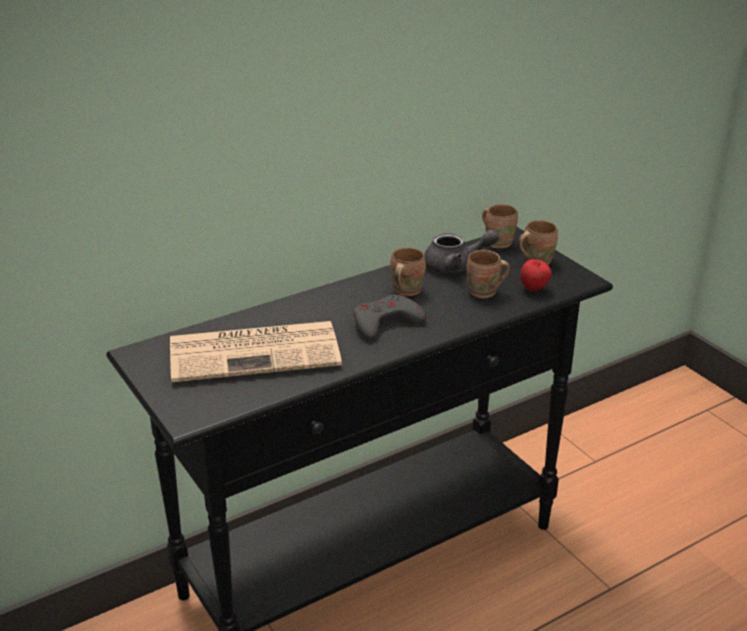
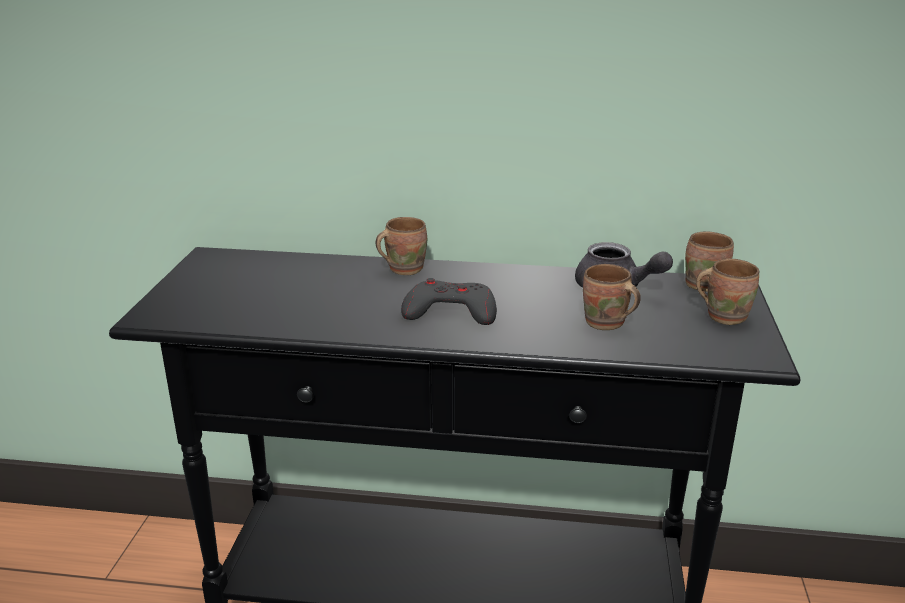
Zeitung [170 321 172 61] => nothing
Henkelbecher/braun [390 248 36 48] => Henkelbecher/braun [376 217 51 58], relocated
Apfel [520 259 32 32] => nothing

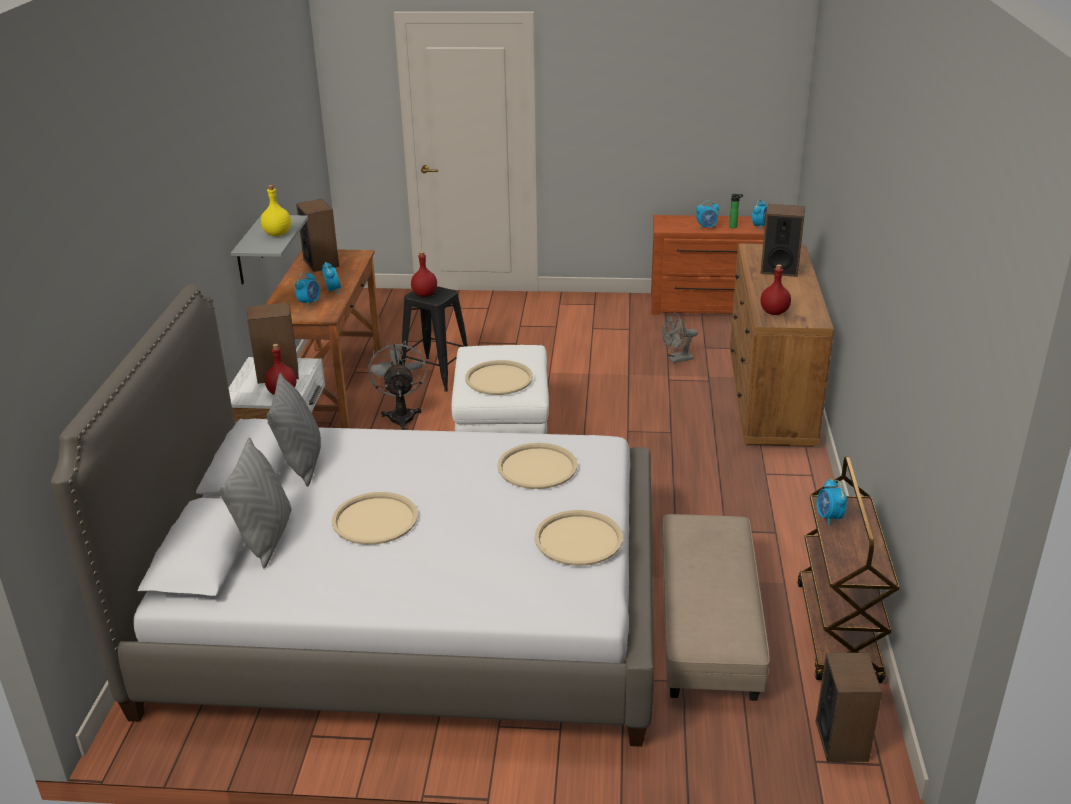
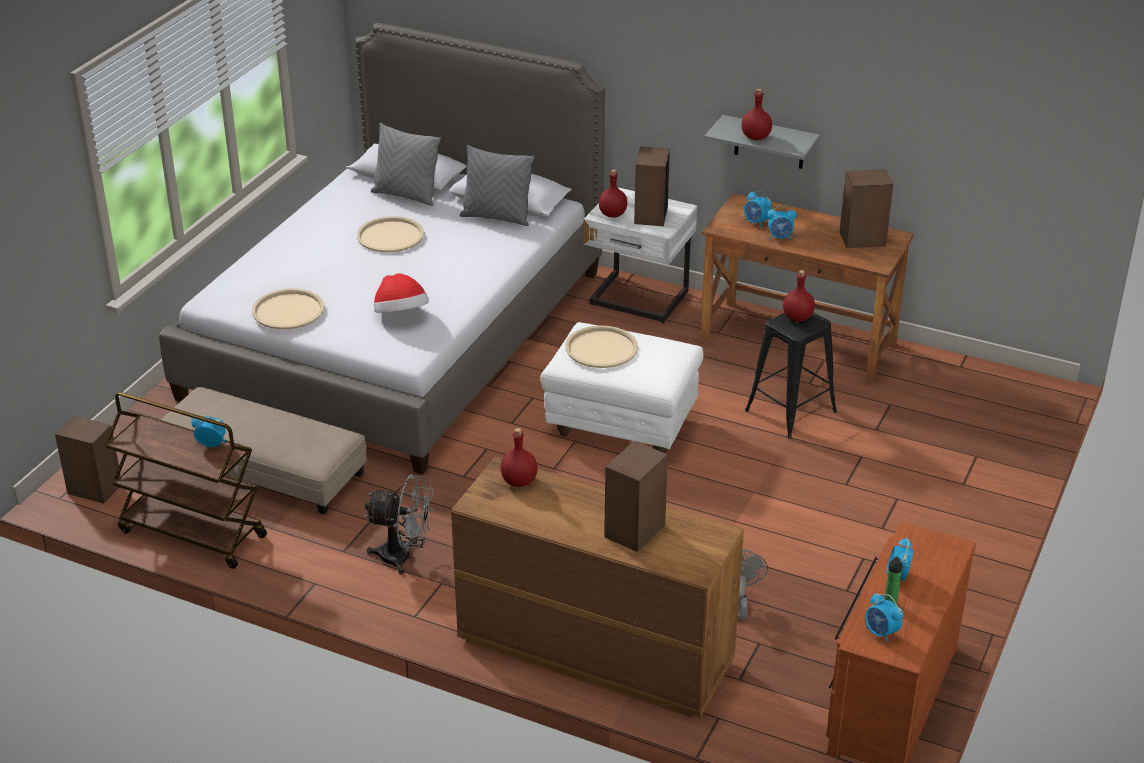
Flasche/gelb [261 185 30 51] => Flasche/rot [742 89 30 51]
Ventilator/grau [368 340 59 90] => Ventilator/grau [365 474 69 100], relocated
Tablett/beige [497 443 80 46] => Hut [374 273 55 40]

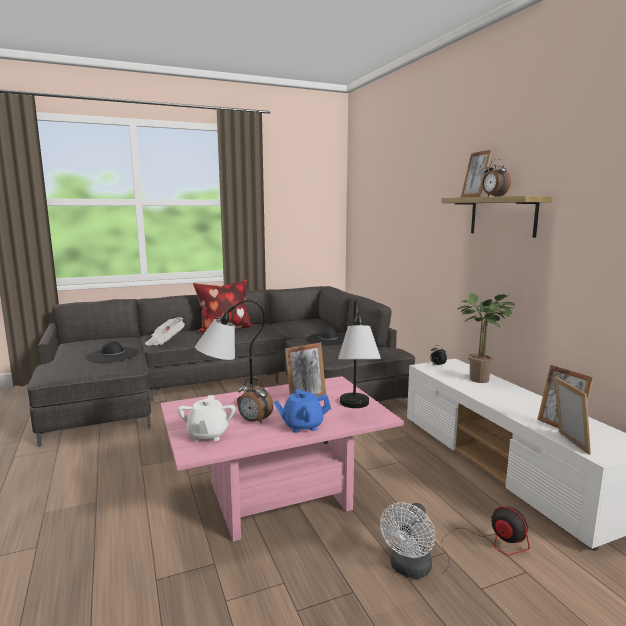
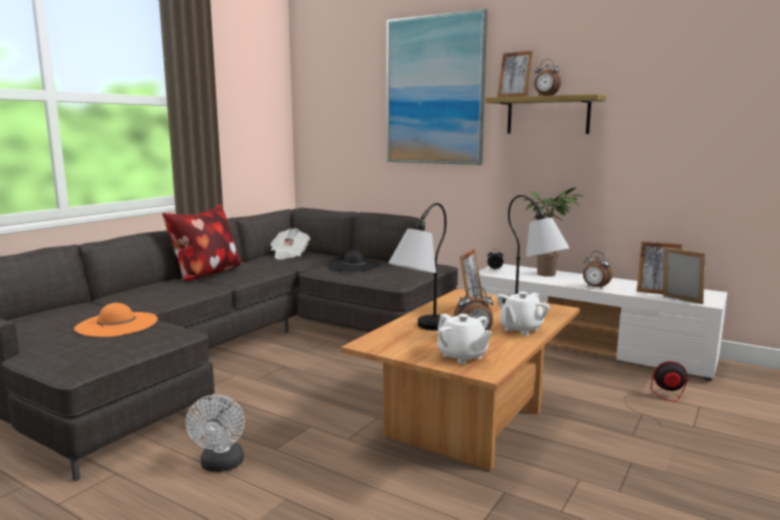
Hut/schwarz [85 341 54 22] => Hut/orange [74 303 84 34]
Zeitung [145 317 40 28] => Zeitung [270 228 40 31], relocated
Couchtisch/rosa [161 376 243 166] => Couchtisch/braun [341 289 239 182]
Teekanne/blau [273 389 58 44] => Teekanne/weiß [497 292 53 43]
Ventilator/weiß [380 502 55 77] => Ventilator/weiß [186 395 59 77], relocated
nothing => Bild [387 8 100 157]
nothing => Wecker [583 251 30 38]

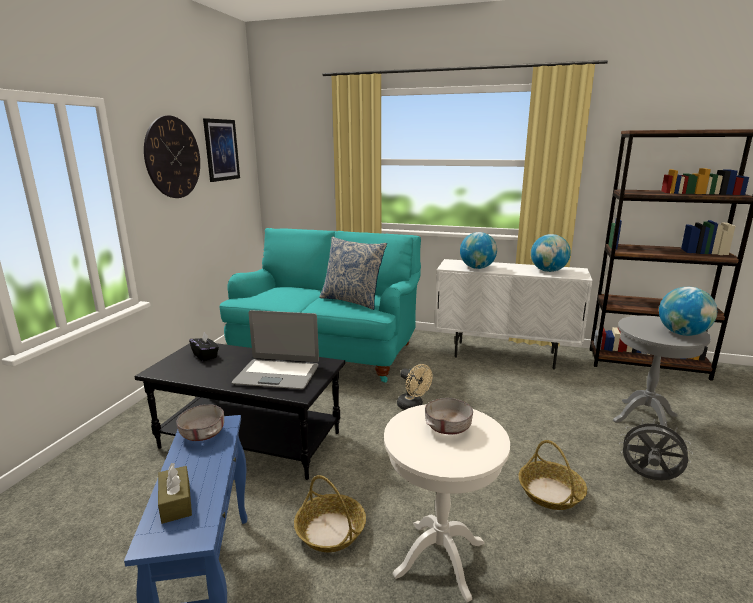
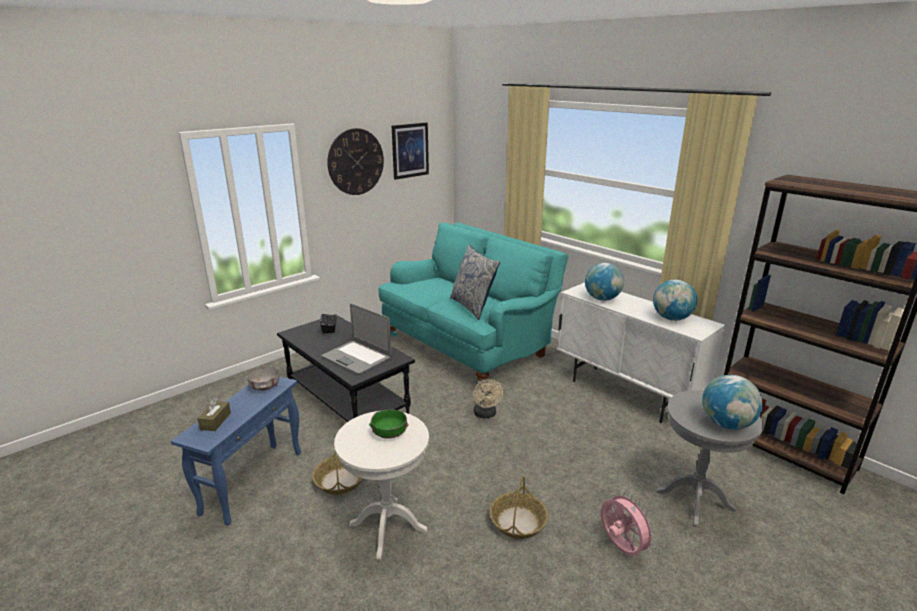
Schüssel/grau [425 398 48 37] => Schüssel/grün [369 410 40 28]
Ventilator/grau [619 419 74 61] => Ventilator/rosa [601 491 56 65]

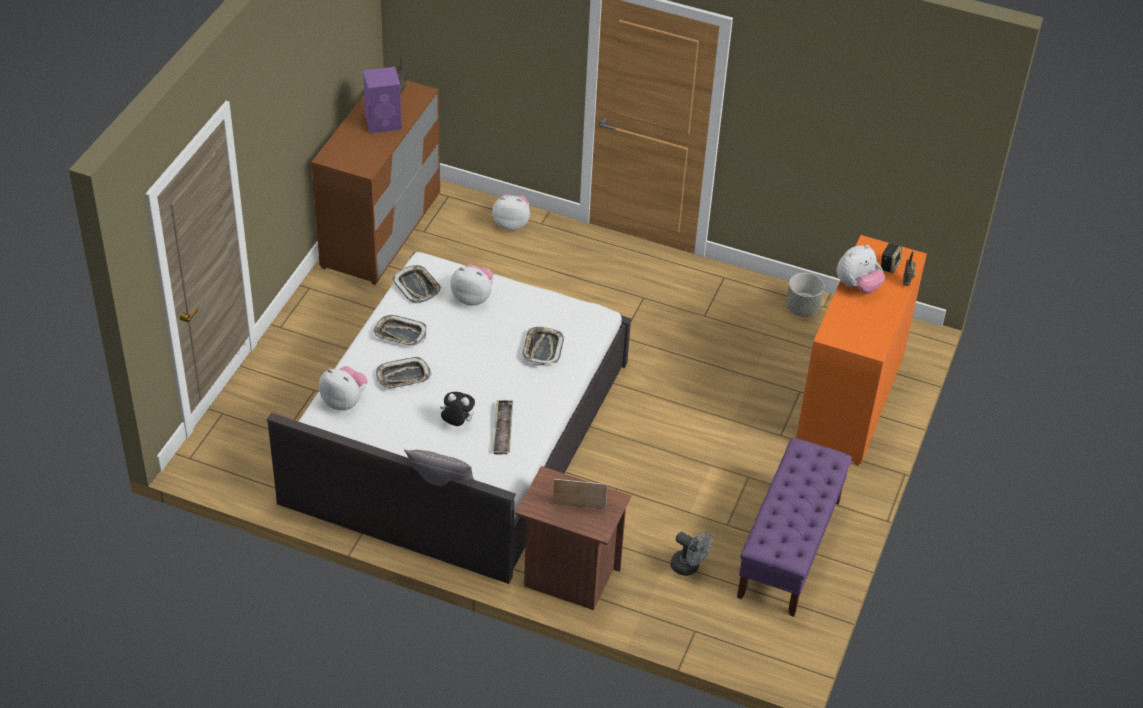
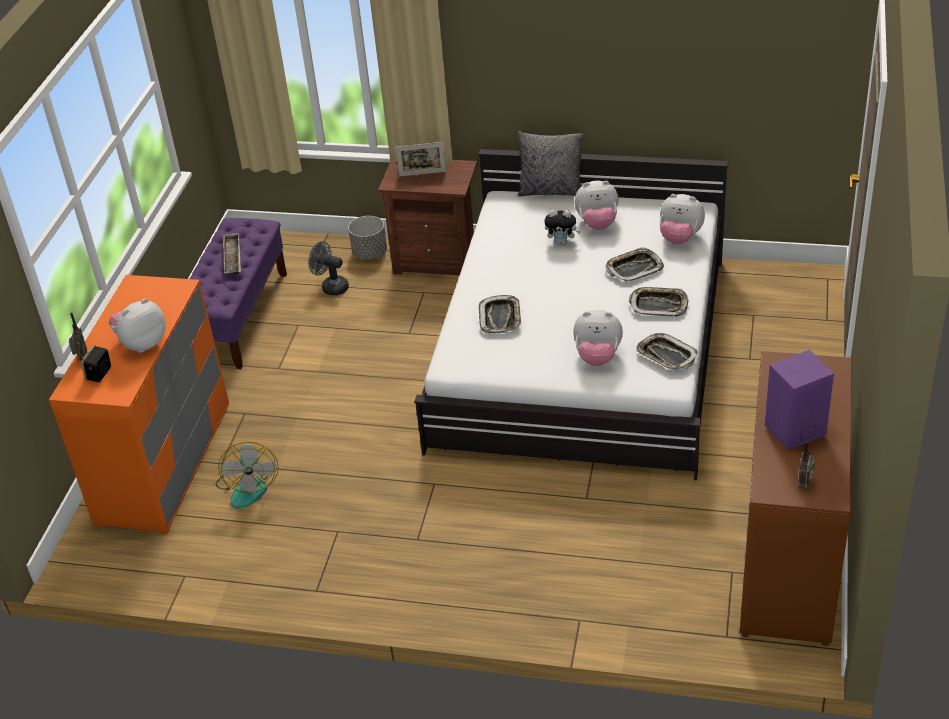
Plüschtier [492 194 38 37] => Plüschtier [575 181 43 49], relocated
Tablett [493 400 20 54] => Tablett [223 233 18 41], relocated
Pflanzkübel/grau [786 273 38 44] => Pflanzkübel/grau [348 216 39 44], relocated
nothing => Ventilator [216 442 62 67]

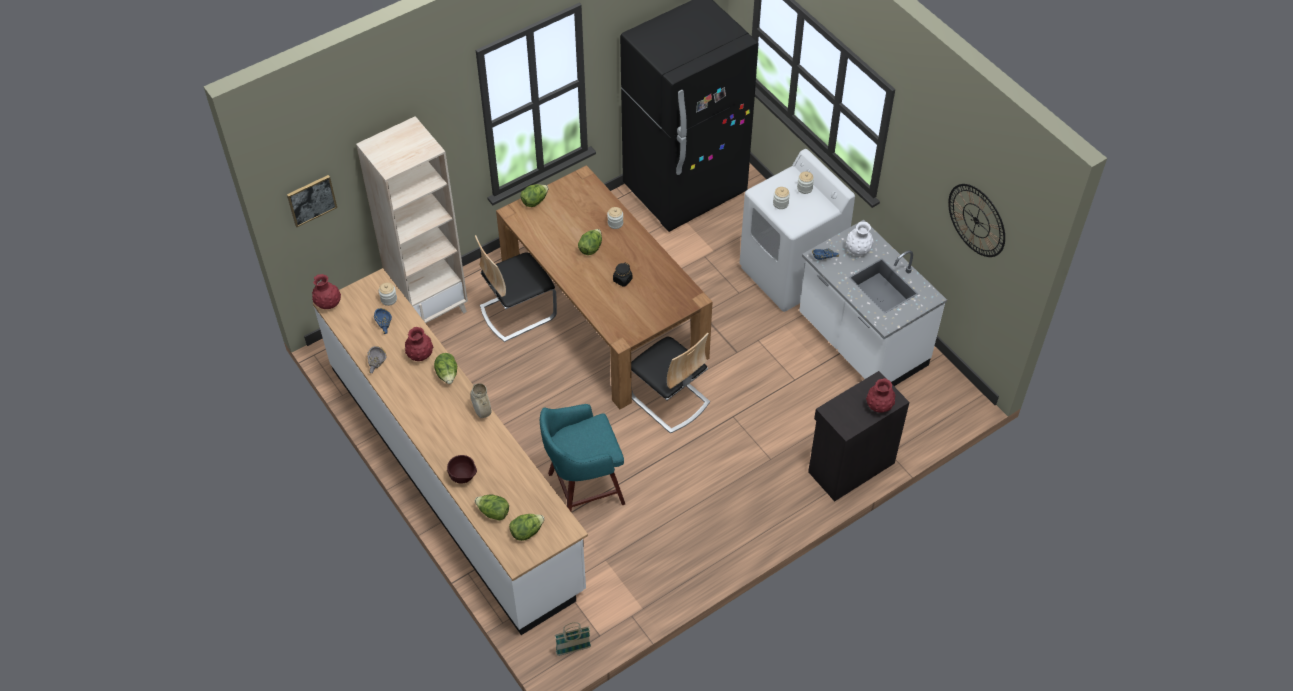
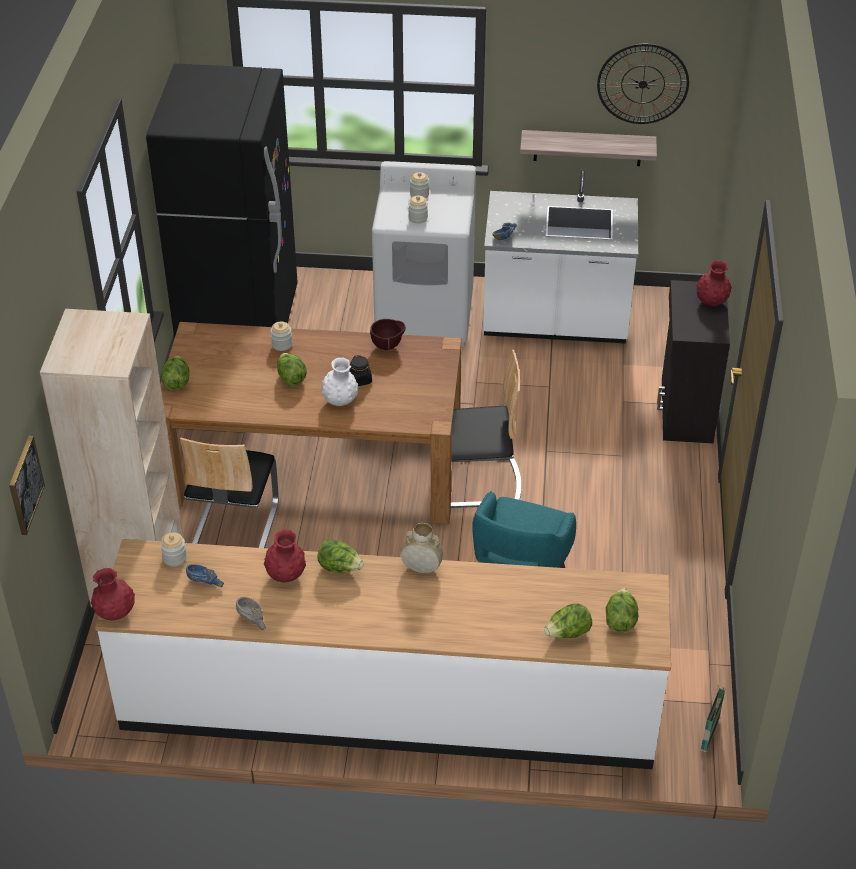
Schüssel/braun [447 455 30 29] => Schüssel/braun [370 319 36 31], relocated
Vase/weiß [846 222 28 33] => Vase/weiß [322 358 36 48], relocated
nothing => Wandregal [520 130 137 36]

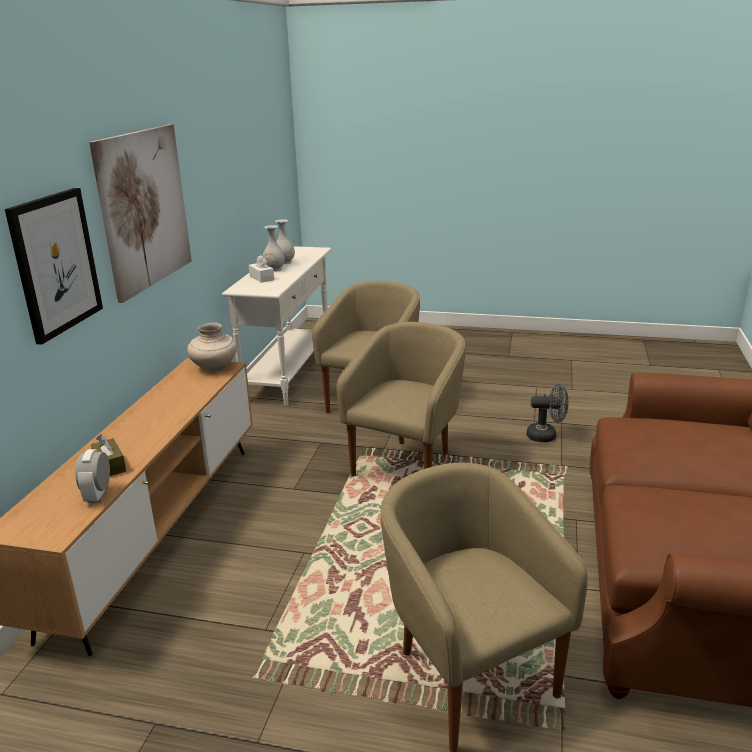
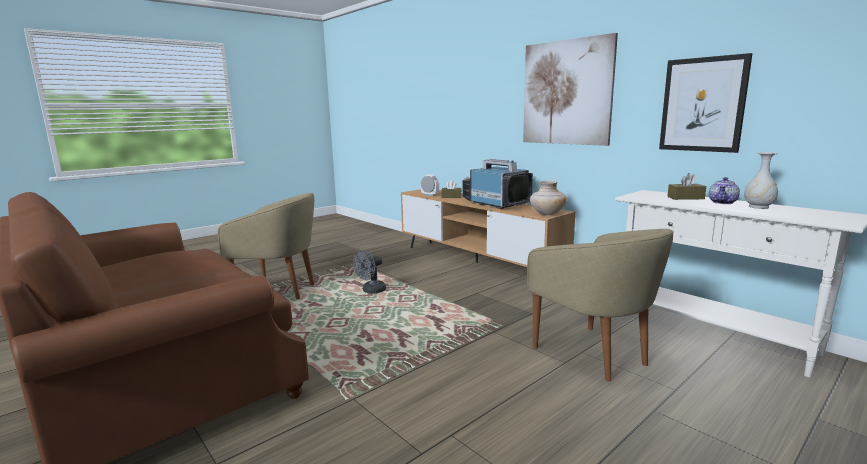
Bild [5 188 98 157] => Bild [659 53 94 100], relocated
Taschentuchbox/weiß [249 255 25 28] => Taschentuchbox/braun [667 173 39 27]
Vase/weiß [263 225 22 46] => Teekanne [709 177 31 27]
Sessel/beige [336 322 129 155] => nothing
Ventilator/grau [527 384 42 58] => Ventilator/grau [353 250 33 44], relocated
nothing => Fernseher [462 159 71 50]

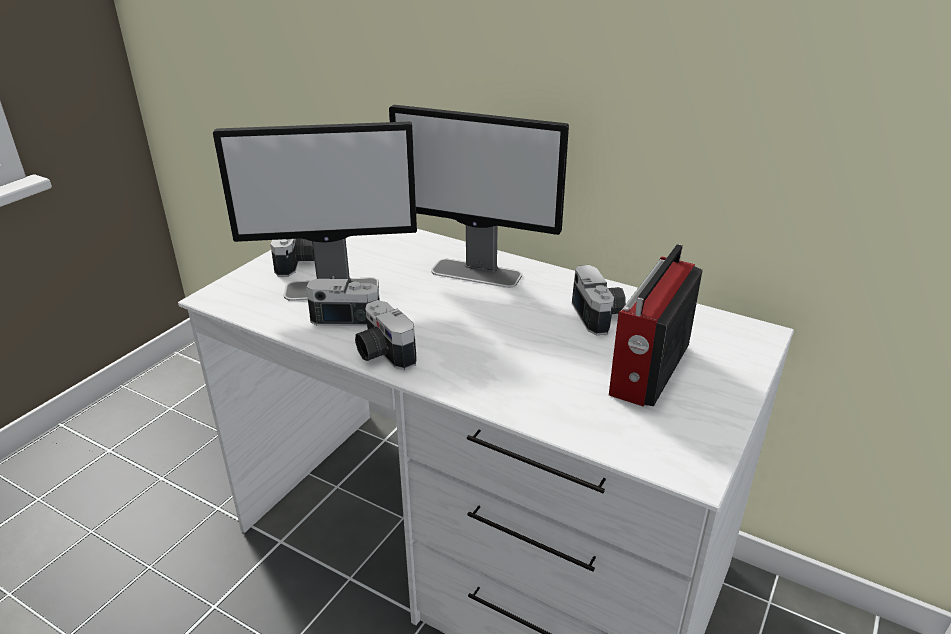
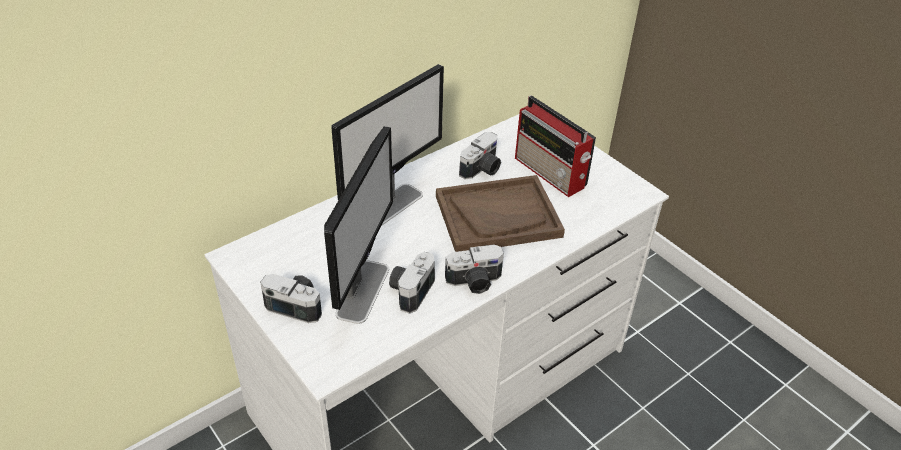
Kamera [572 265 54 70] => Kamera [459 132 42 48], 120 degrees clockwise
nothing => Tablett/braun [436 175 129 77]

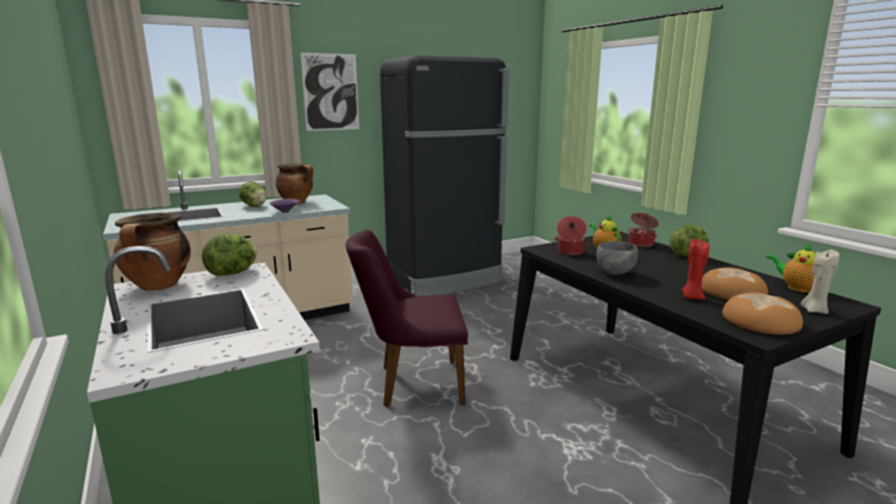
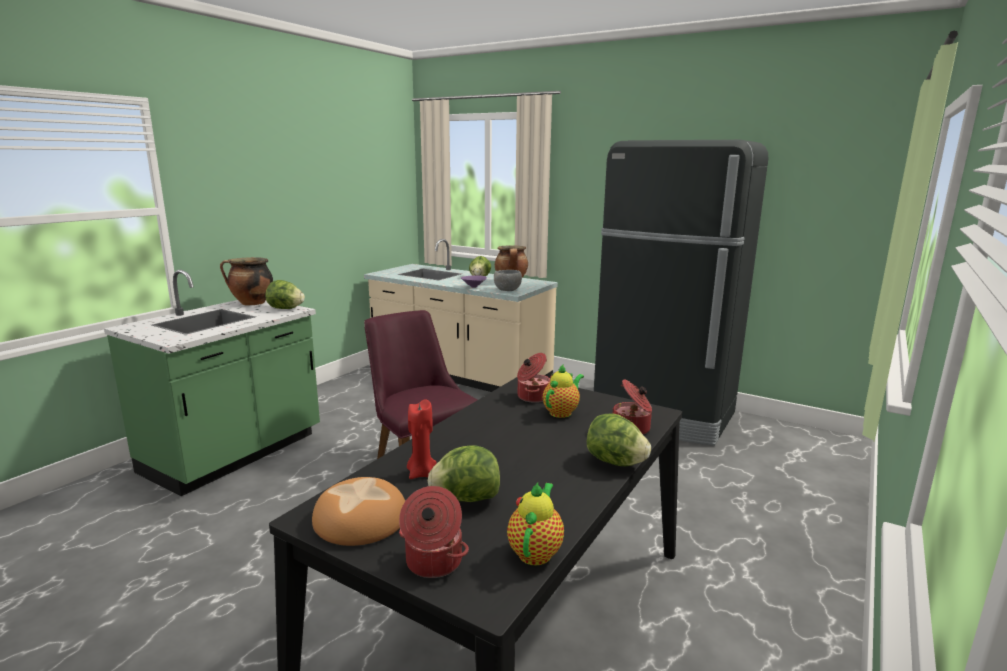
Bild [301 53 58 78] => nothing
Schüssel/grau [596 241 42 34] => Schüssel/grau [494 270 28 21], relocated
Brot [701 267 67 33] => Salatkopf [428 445 72 57]
Kerze/beige [801 250 39 64] => Kochtopf [399 486 70 92]

